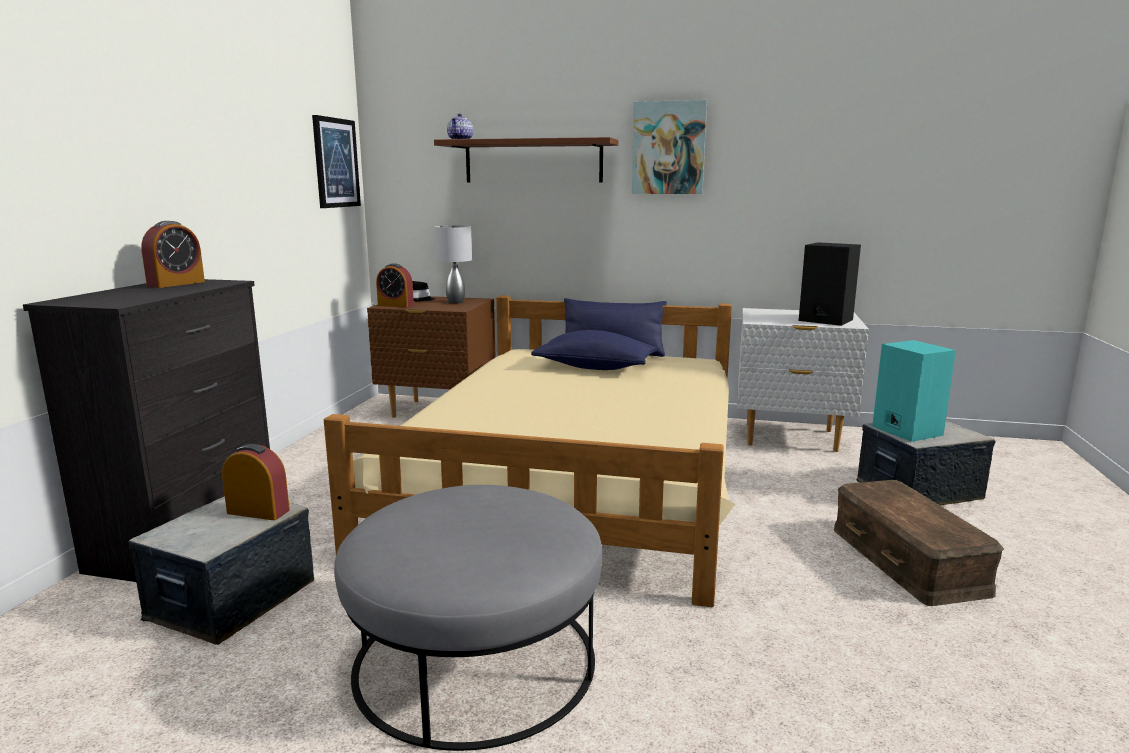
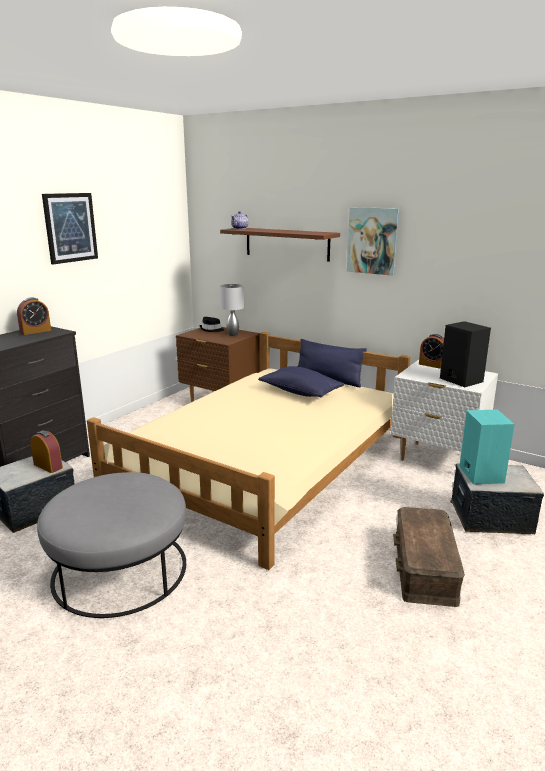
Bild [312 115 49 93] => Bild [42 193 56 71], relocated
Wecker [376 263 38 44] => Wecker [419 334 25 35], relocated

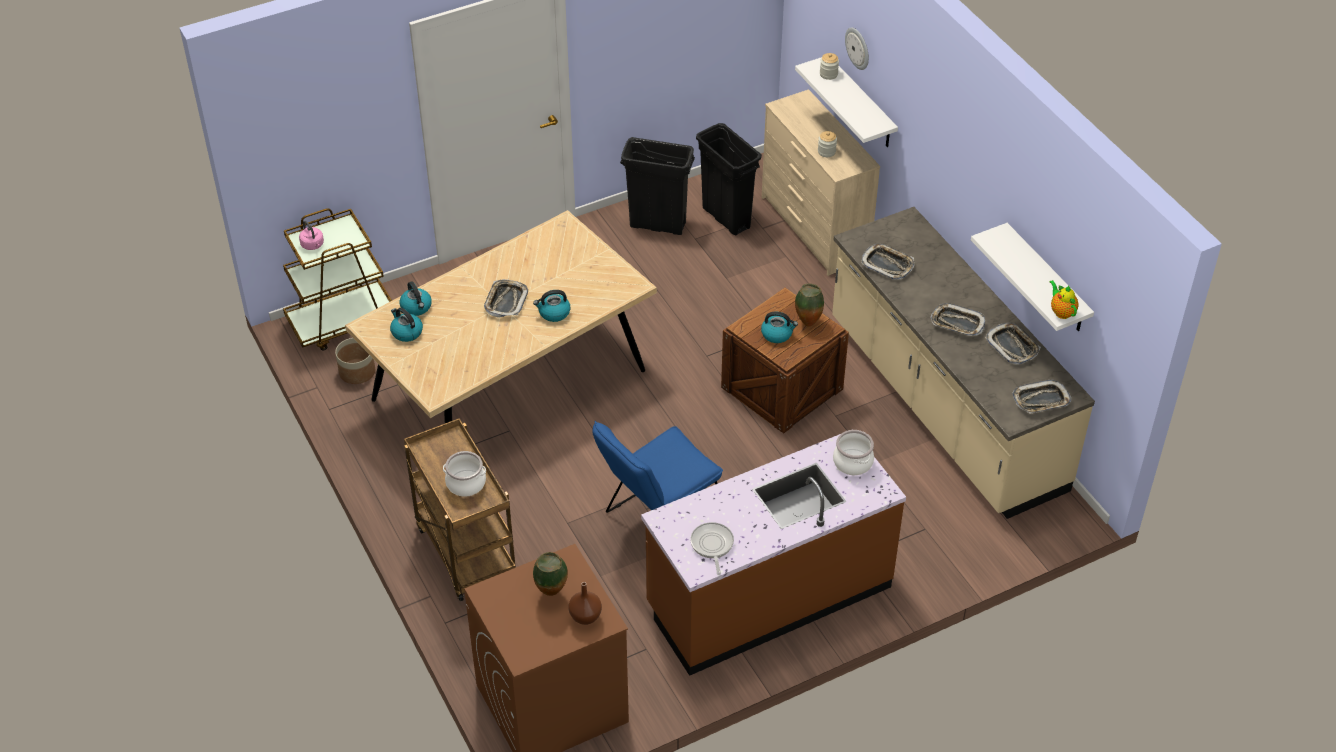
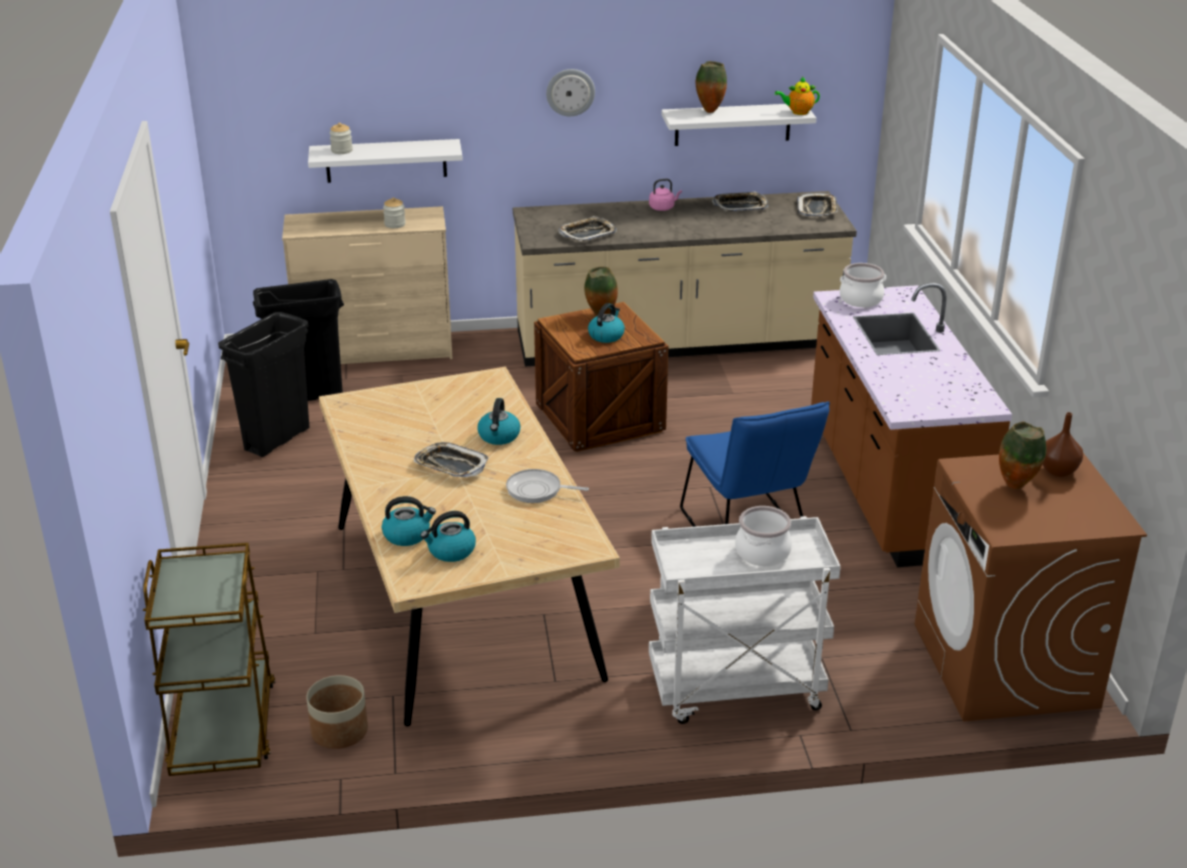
Wasserkessel/rosa [299 221 25 29] => Wasserkessel/rosa [649 179 33 32], relocated
Rollwagen/braun [404 418 112 183] => Rollwagen/weiß [649 516 192 208]
Pfanne [690 522 44 53] => Pfanne [506 469 83 34], relocated
Wanduhr [845 27 24 43] => Wanduhr [546 69 49 47], relocated
Tablett [931 303 54 33] => nothing
nothing => Vase [696 61 31 52]

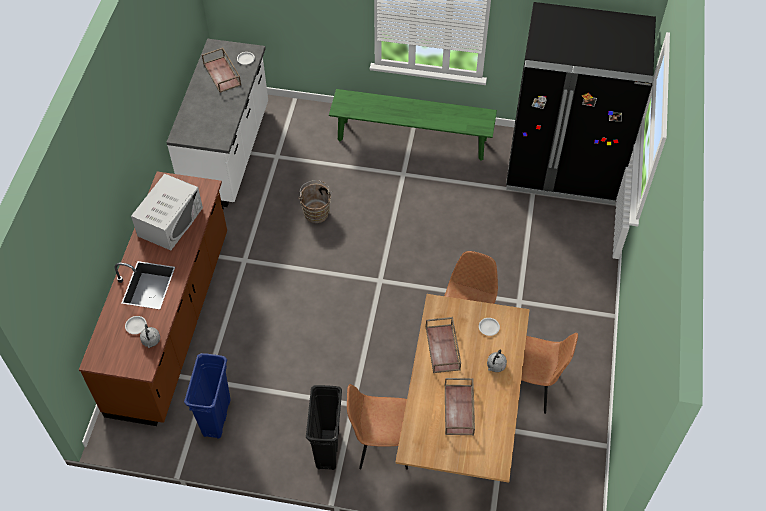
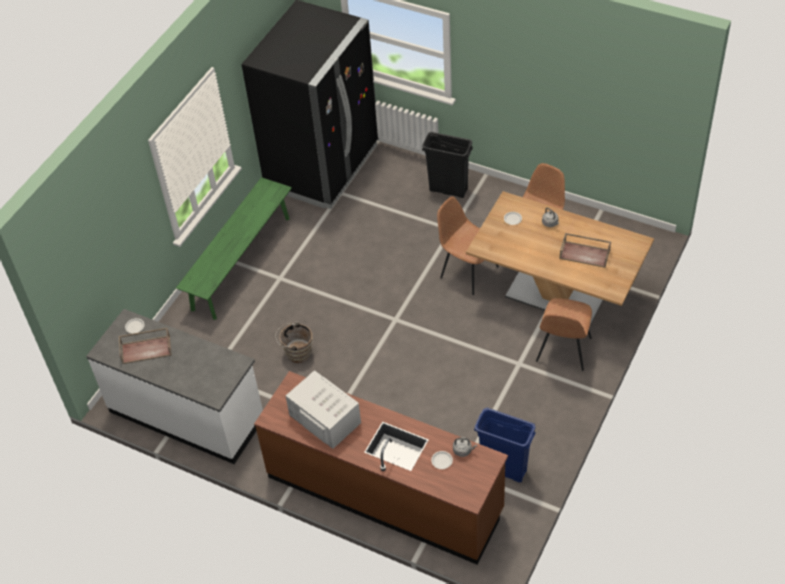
Mülleimer/schwarz [306 385 36 85] => Mülleimer/schwarz [422 132 51 66], relocated
Tablett/braun [426 317 35 56] => nothing

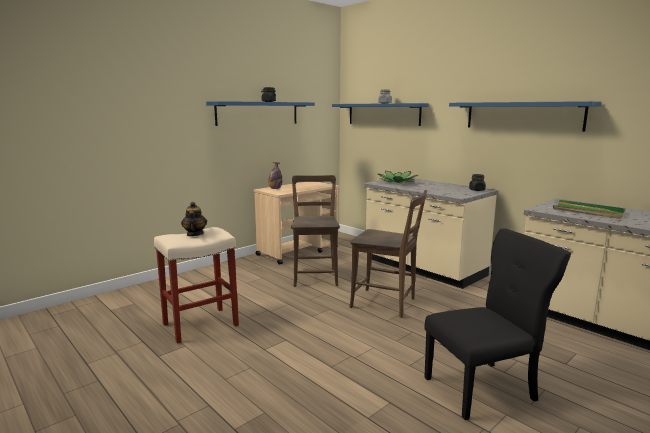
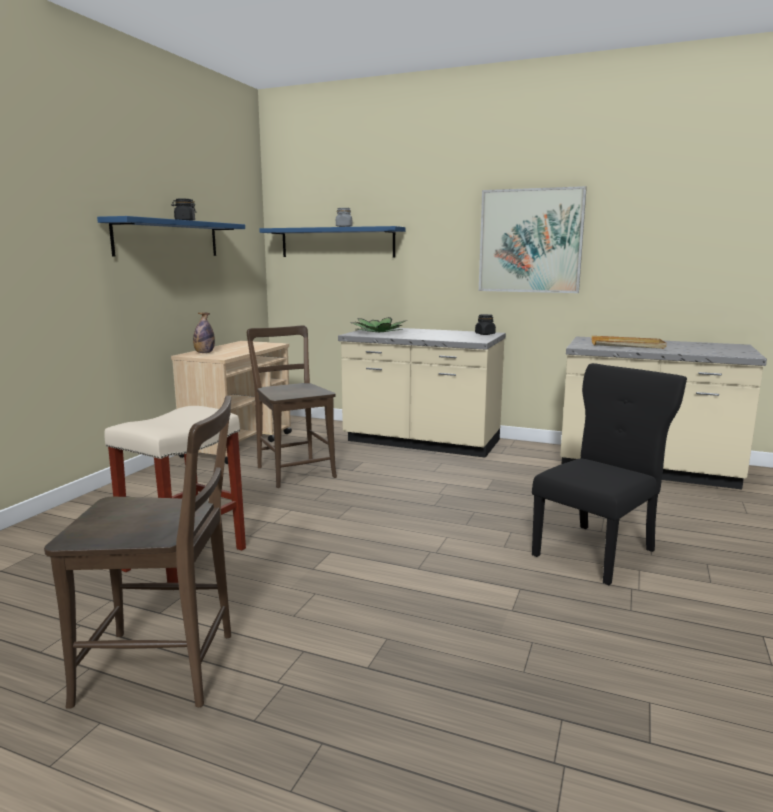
Teekanne [181 202 26 34] => nothing
Stuhl/braun [349 190 78 128] => Stuhl/braun [44 396 187 313], relocated
Wandregal/blau [449 101 152 31] => Bild [479 186 108 107]
Tablett/grün [553 200 72 19] => Tablett/beige [591 336 76 13]

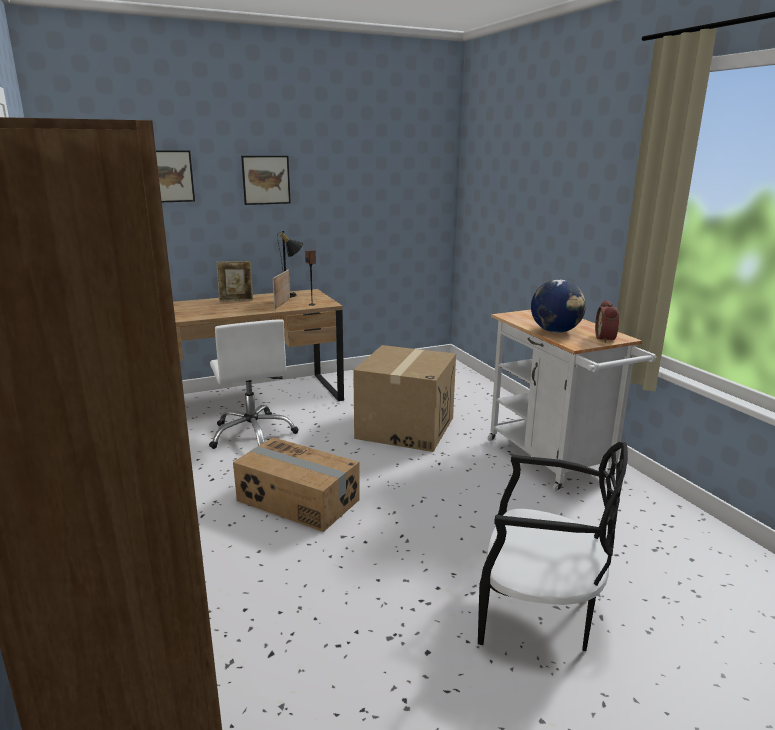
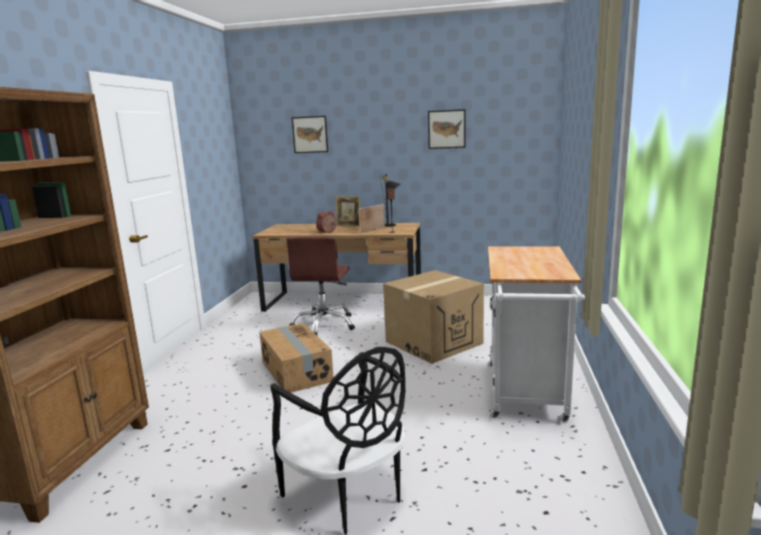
Bürostuhl/weiß [209 319 89 130] => Bürostuhl/braun [286 237 69 98]
Bild [241 156 50 49] => Bild [428 109 38 40], relocated
Globus [531 280 55 53] => nothing
Wecker [595 300 24 43] => Wecker [316 210 20 24], relocated

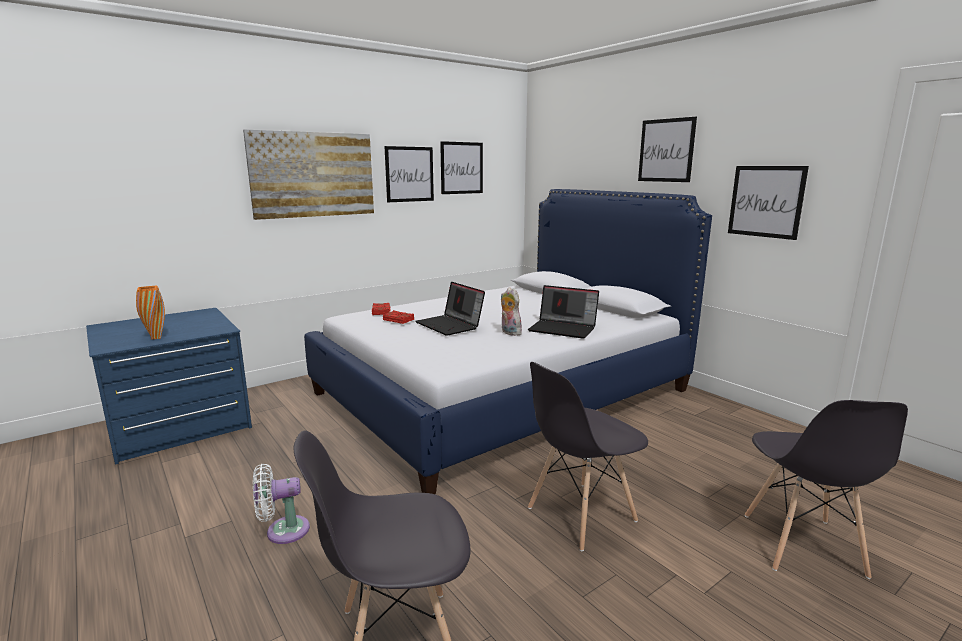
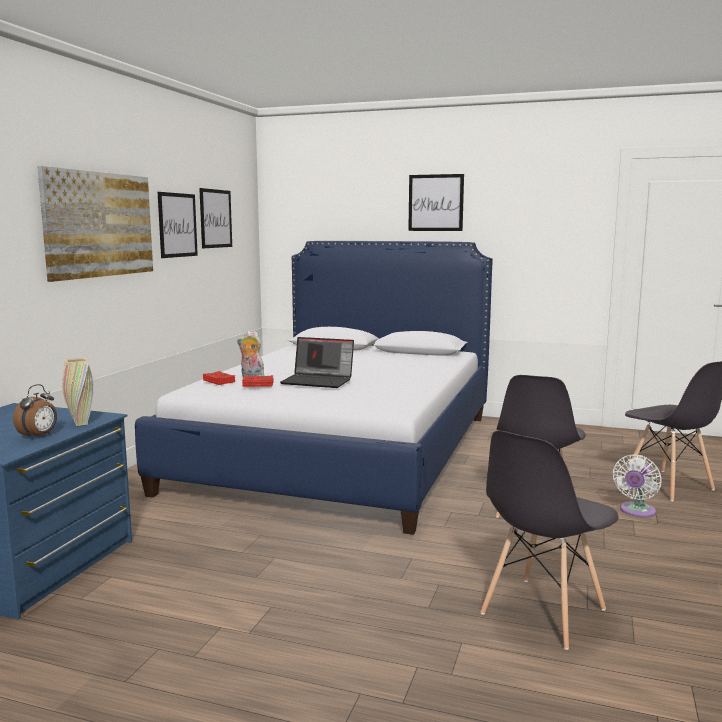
Vase/orange [136 286 29 54] => Wecker [13 384 44 55]
Ventilator/weiß [253 464 57 80] => Ventilator/weiß [613 455 48 63], relocated
Plüschtier [501 287 21 49] => Plüschtier [237 331 28 46], relocated
Laptop [528 285 71 54] => nothing
Bild [728 166 81 74] => nothing
nothing => Vase/beige [62 358 32 68]

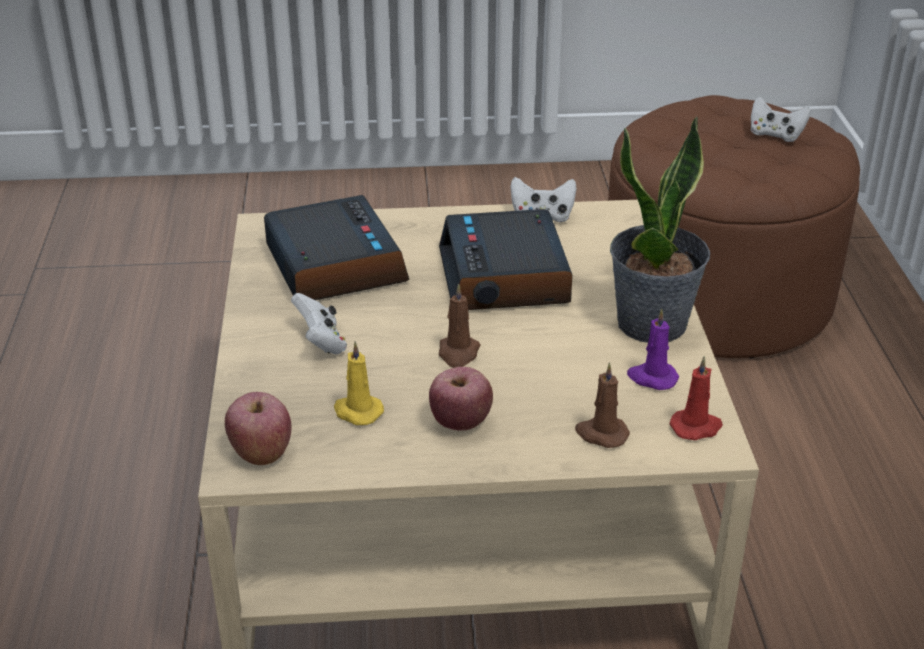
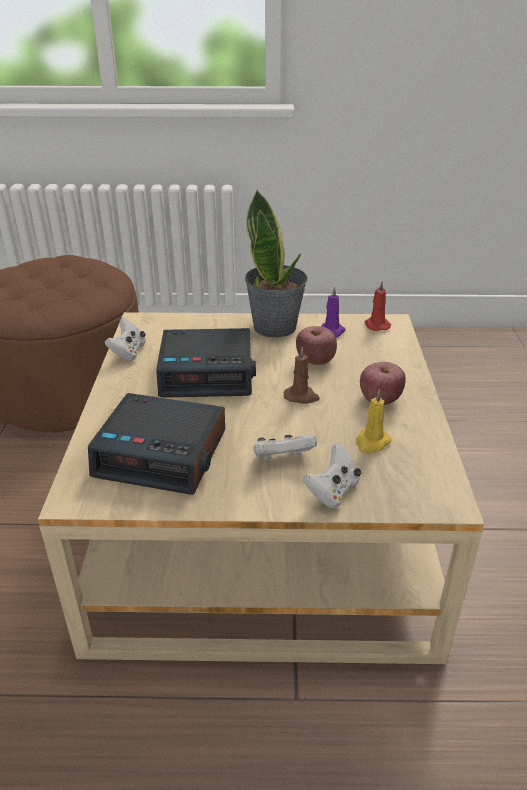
Apfel [225 392 66 73] => Apfel [296 326 41 39], relocated
Wecker [264 195 145 105] => Wecker [88 393 137 102], 150 degrees counterclockwise
Kerze/braun [575 362 55 86] => nothing
Gamepad/weiß [750 96 61 46] => Gamepad/weiß [303 443 58 65], relocated

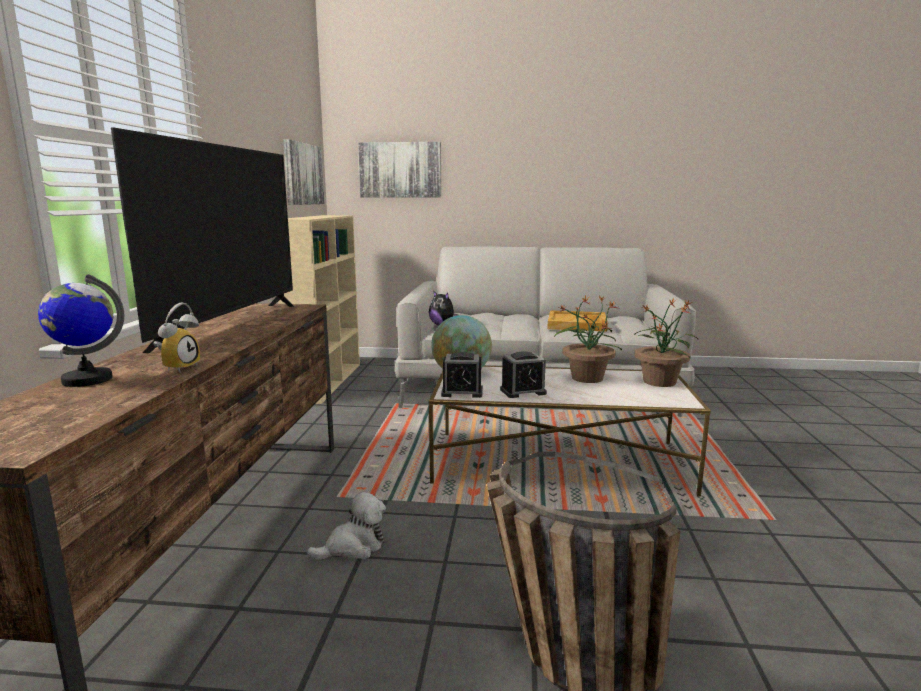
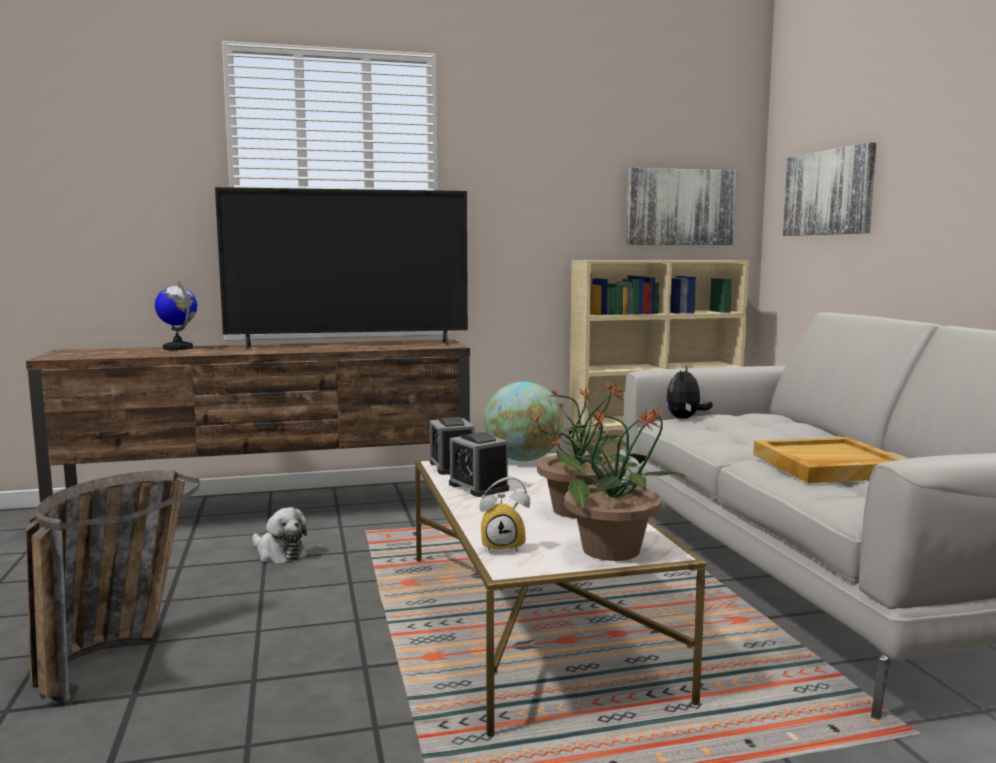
Wecker [153 303 47 69] => Wecker [480 477 50 76], relocated

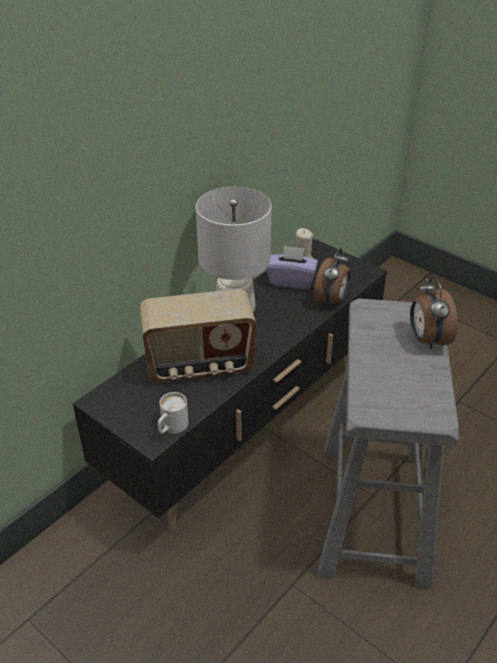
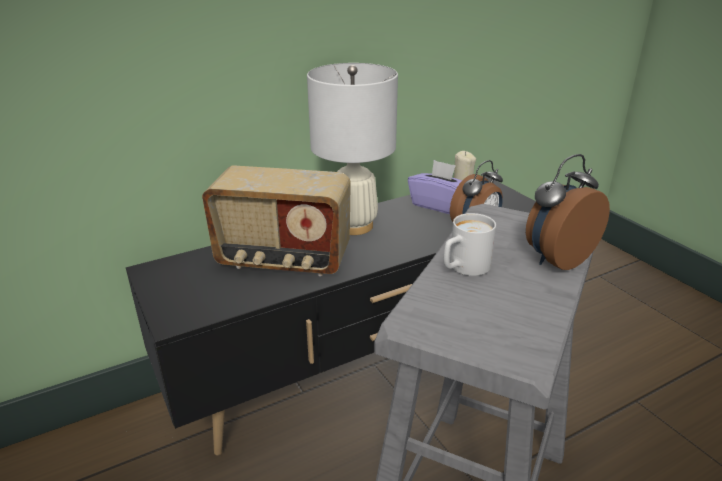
Henkelbecher/weiß [158 392 30 42] => Henkelbecher/weiß [444 213 52 63], relocated
Wecker [410 276 48 74] => Wecker [526 154 84 116], 45 degrees clockwise

